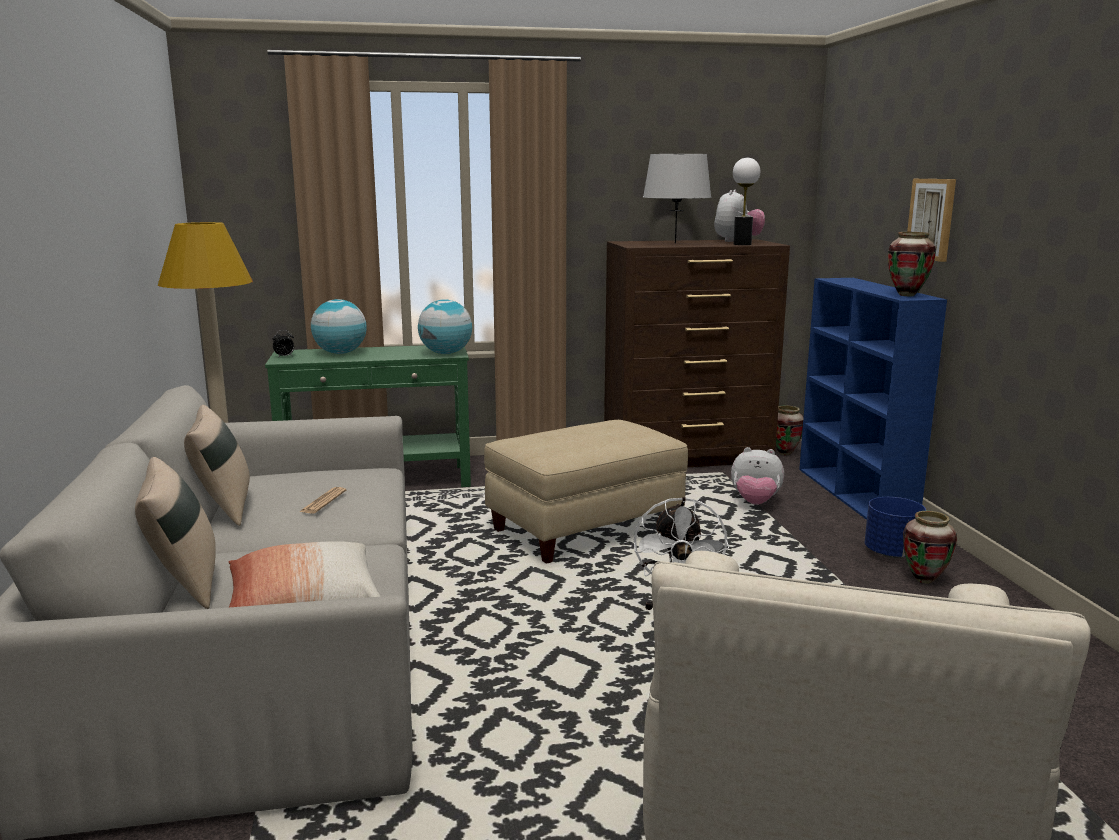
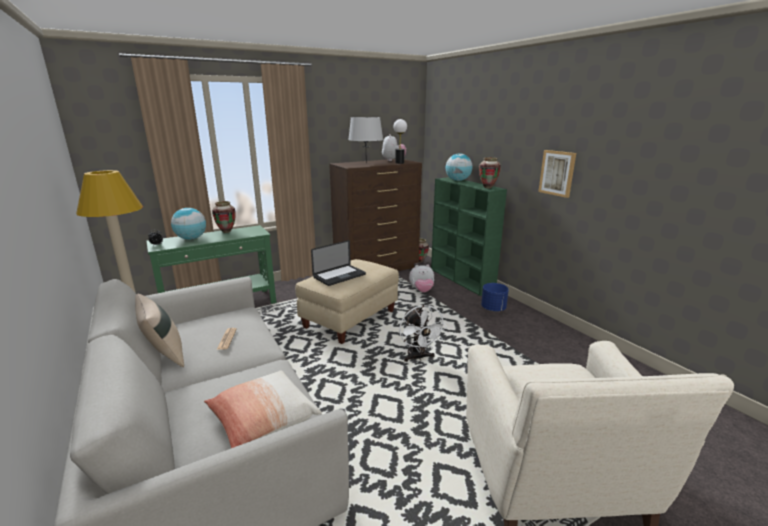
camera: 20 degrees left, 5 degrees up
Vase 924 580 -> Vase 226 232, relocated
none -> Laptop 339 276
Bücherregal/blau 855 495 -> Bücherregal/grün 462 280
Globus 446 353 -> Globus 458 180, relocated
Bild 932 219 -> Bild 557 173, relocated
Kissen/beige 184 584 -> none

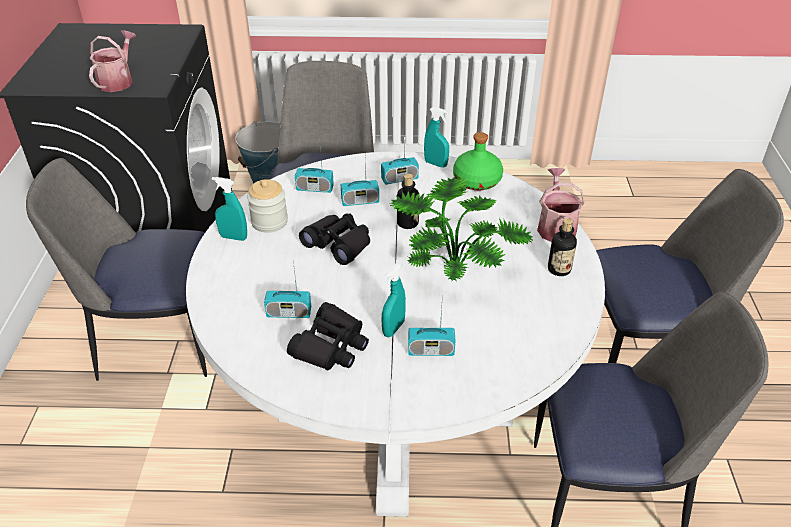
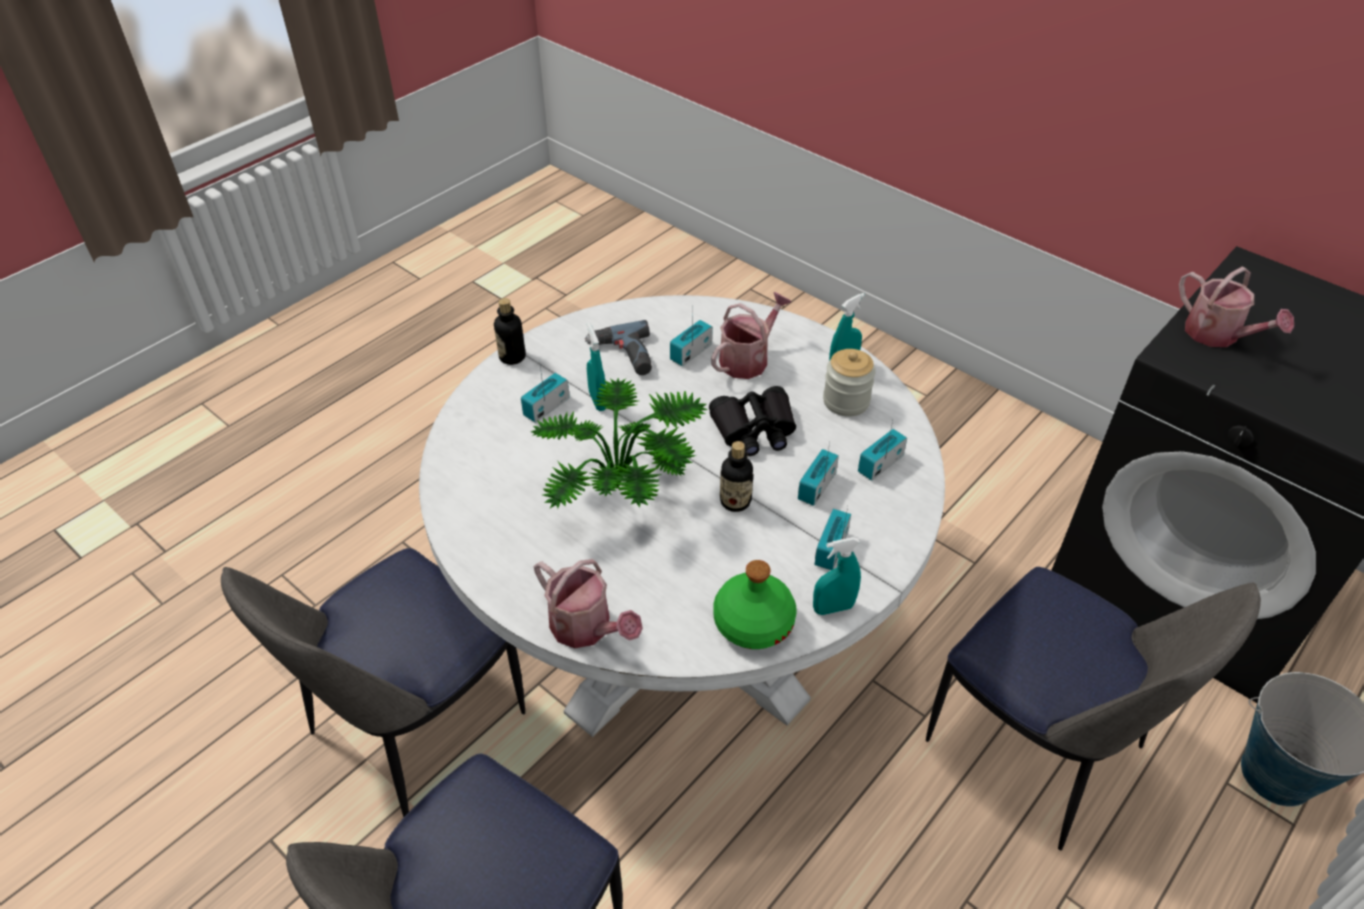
camera: 130 degrees right, 5 degrees up
Flasche 559 269 -> Flasche 512 357, relocated
Fernglas/schwarz 331 346 -> Bohrmaschine 623 356
none -> Gießkanne 748 359
Stuhl 156 341 -> none

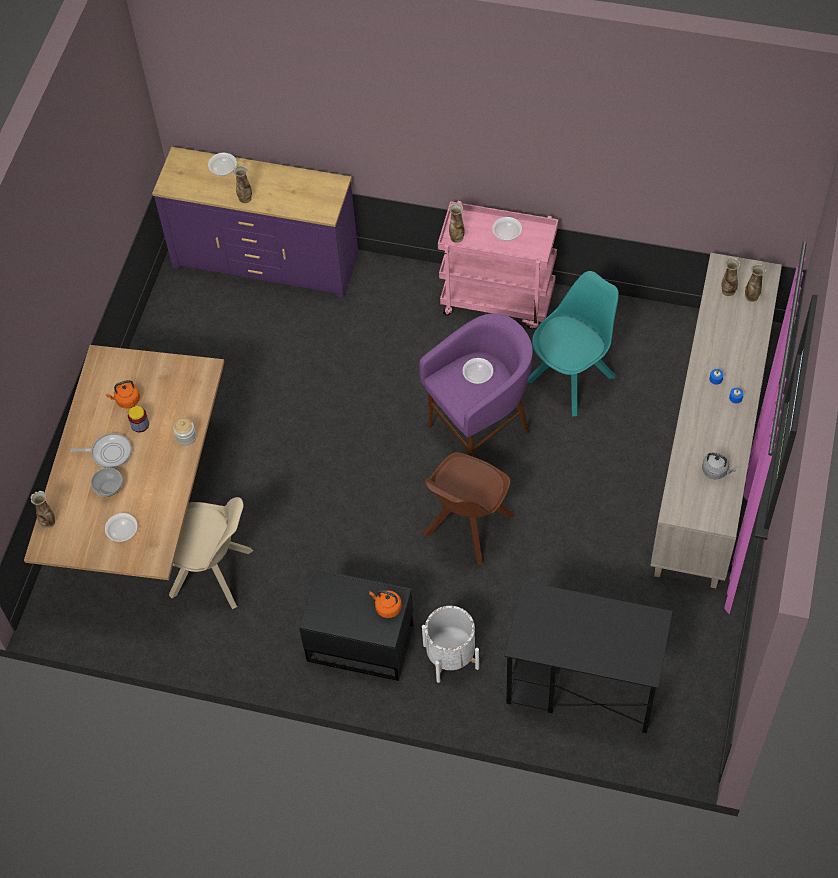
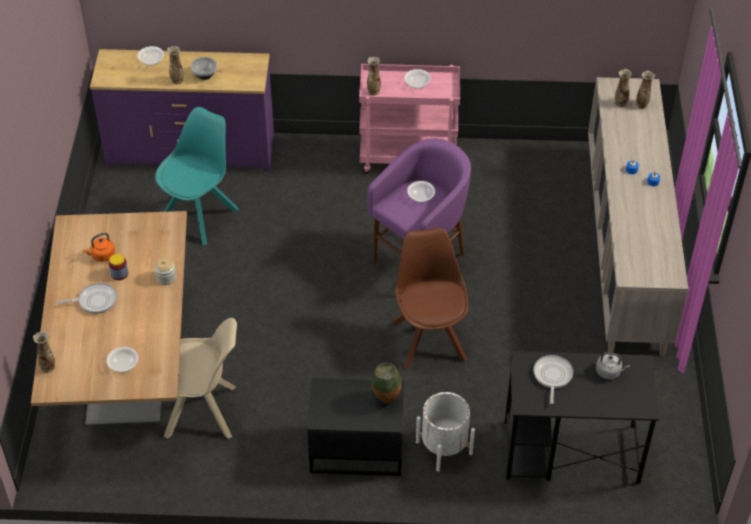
camera: 15 degrees left, 10 degrees down
Stuhl/türkis 572 377 -> Stuhl/türkis 200 215, relocated
Schüssel 108 489 -> Schüssel 204 75, relocated
Wasserkessel/orange 387 607 -> Vase 386 399
Stuhl/braun 466 527 -> Stuhl/braun 429 338, 150 degrees clockwise
none -> Pfanne 552 376
Wasserkessel/grau 716 471 -> Wasserkessel/grau 609 372, relocated

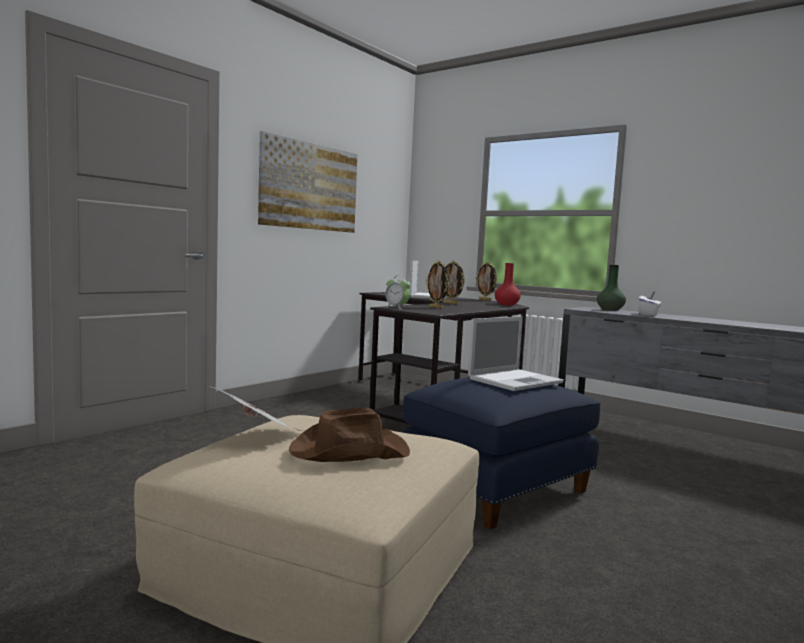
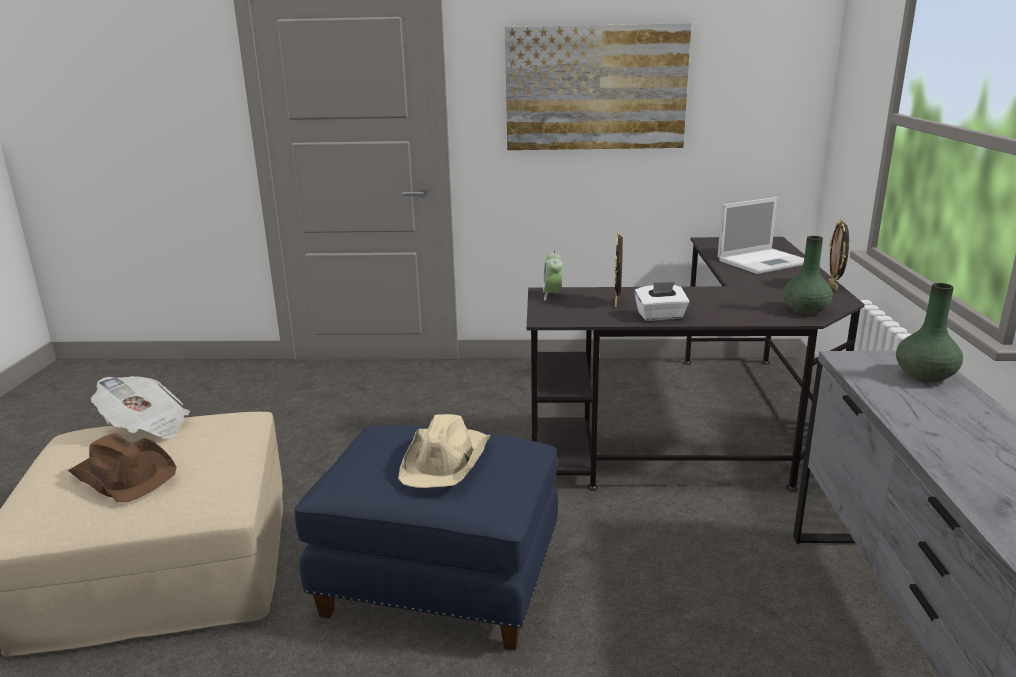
camera: 55 degrees right, 15 degrees up
Laptop 516 380 -> Hut/beige 446 459
Taschentuchbox/weiß 649 314 -> Taschentuchbox/weiß 660 316, relocated
Vase/rot 506 304 -> Vase/grün 805 310
Bilderrahmen 451 303 -> none

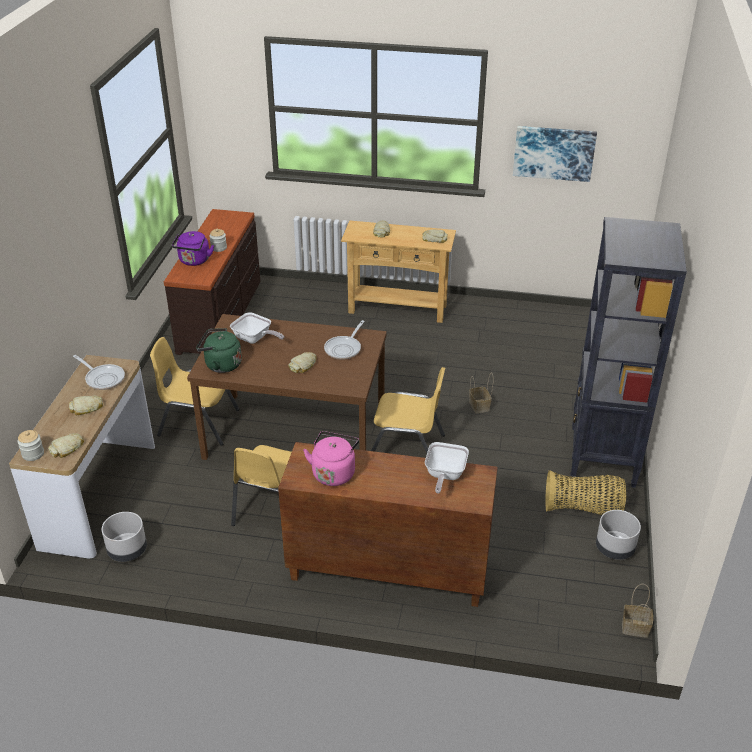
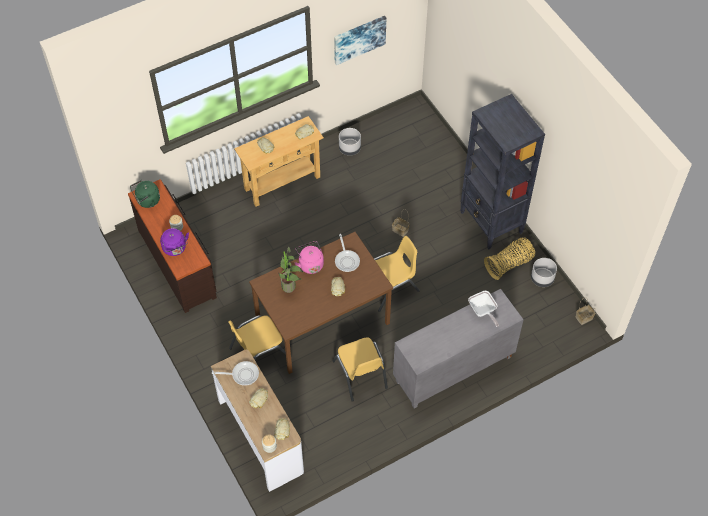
camera: 40 degrees left, 20 degrees up
Wasserkessel/grün 221 365 -> Wasserkessel/grün 147 201, relocated
Pfanne 255 339 -> Topfpflanze 290 287
Wasserkessel/rosa 334 472 -> Wasserkessel/rosa 310 264, relocated
Pflanzkübel/grau 128 551 -> Pflanzkübel/grau 350 148, relocated
Schrank/braun 386 572 -> Schrank/grau 453 370

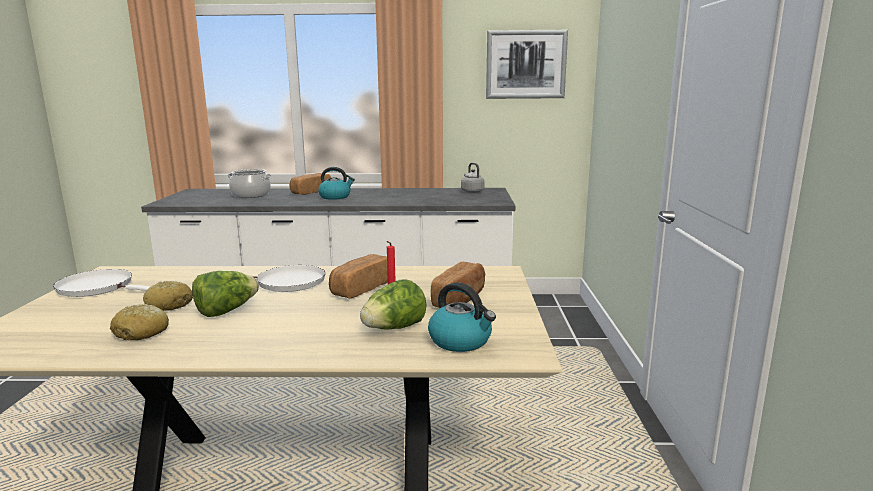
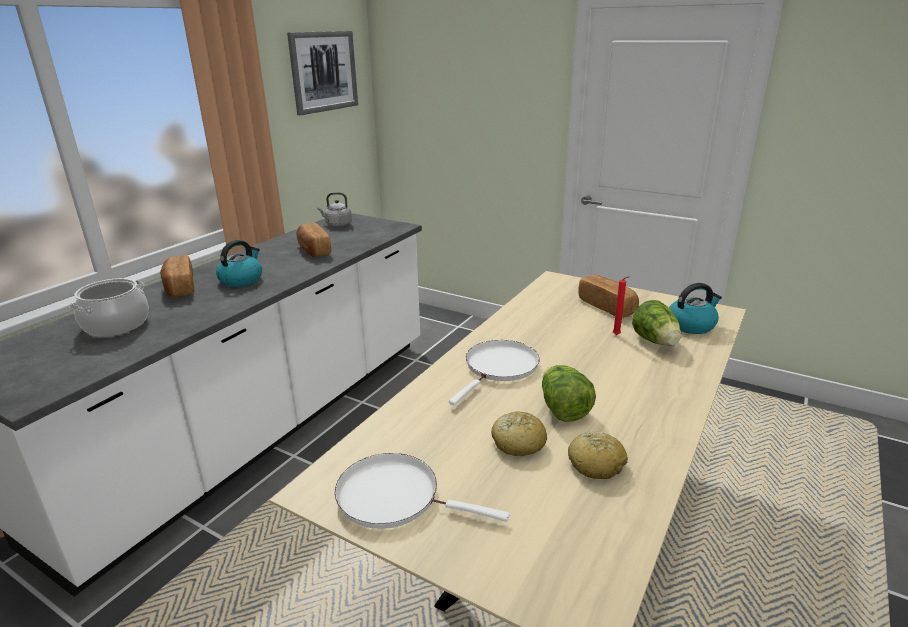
camera: 60 degrees left, 10 degrees up
Brot 360 288 -> Brot 313 250, relocated
Pfanne/weiß 99 288 -> Pfanne/weiß 395 496, 60 degrees clockwise

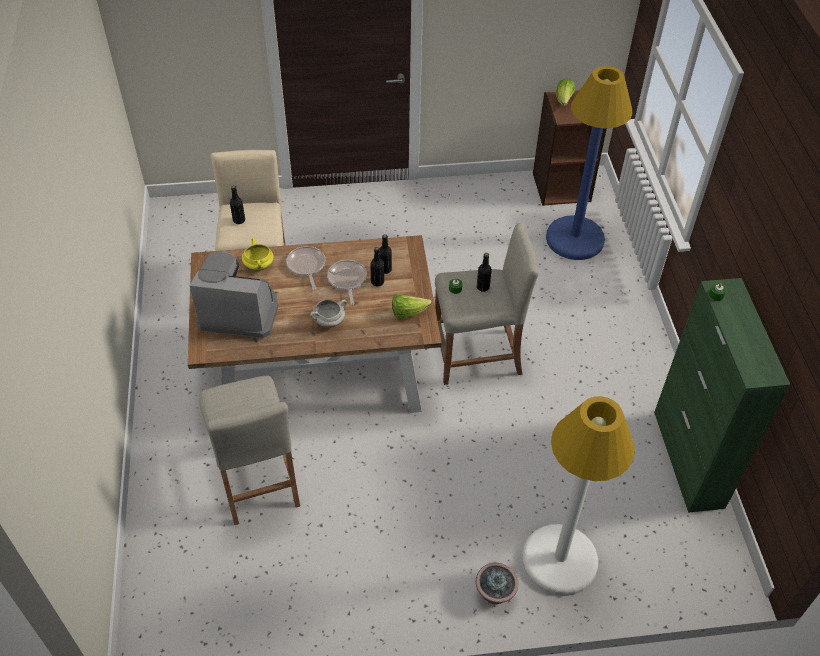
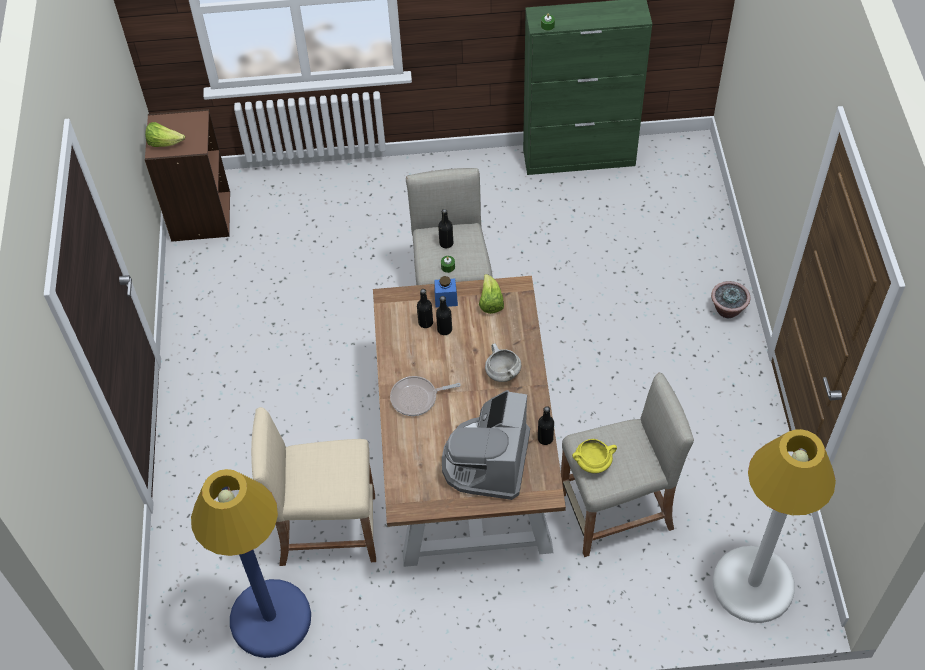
camera: 85 degrees left, 5 degrees up
Stehlampe/blau 575 238 -> Stehlampe/blau 270 618, relocated
none -> Vorratsglas/blau 446 299
Flasche/schwarz 239 220 -> Flasche/schwarz 545 438, relocated
Kochtopf/gelb 259 266 -> Kochtopf/gelb 593 462, relocated
Stehlampe/weiß 559 560 -> Stehlampe/weiß 753 585, relocated
Pfanne 347 280 -> none

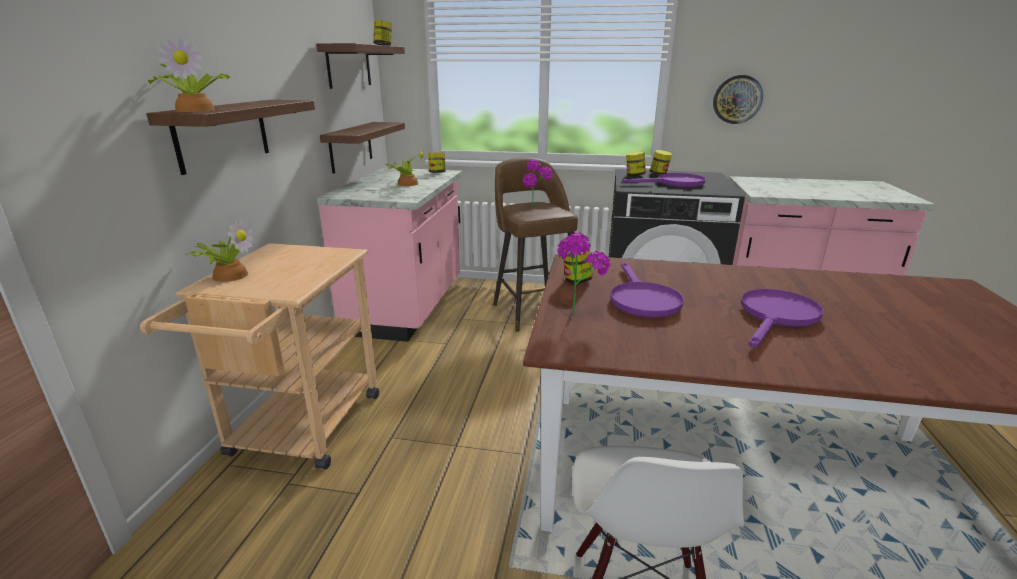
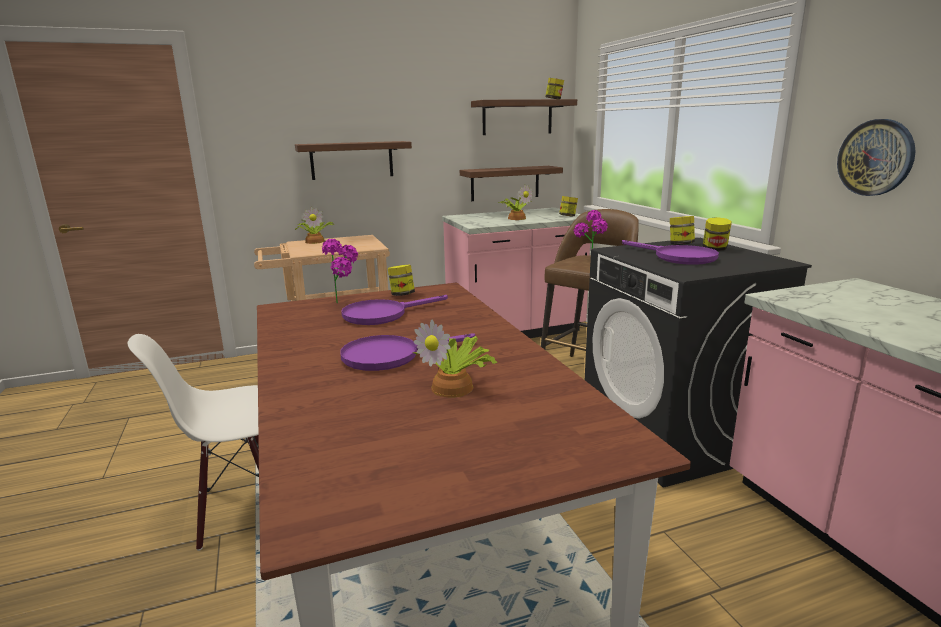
camera: 60 degrees right, 5 degrees down
Pfanne/lila 777 317 -> Pfanne/lila 391 355, 150 degrees clockwise
Topfpflanze 197 110 -> Topfpflanze 455 387, relocated

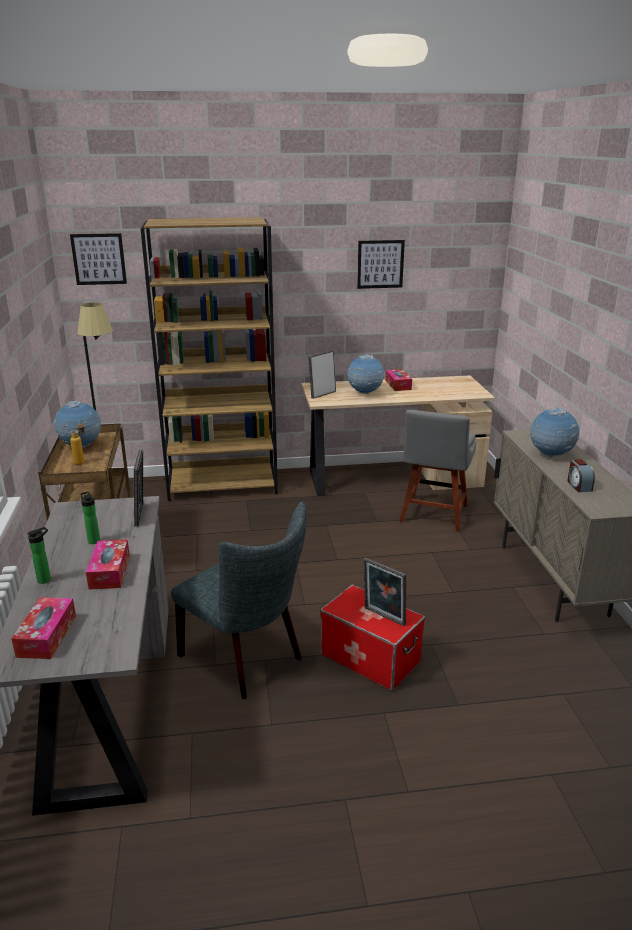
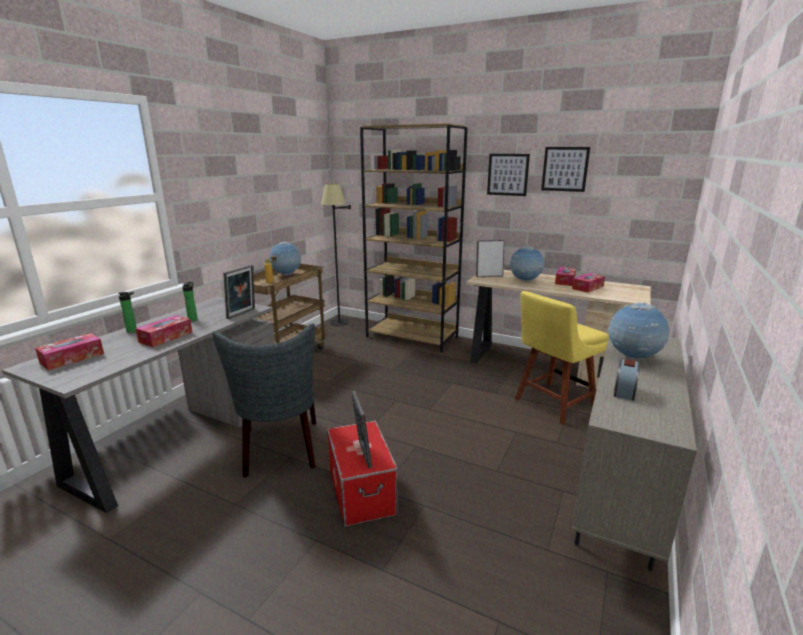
camera: 35 degrees right, 5 degrees down
Bild 99 259 -> Bild 508 174, relocated
Stuhl/grau 433 515 -> Stuhl/gelb 552 404
none -> Taschentuchbox 587 287

